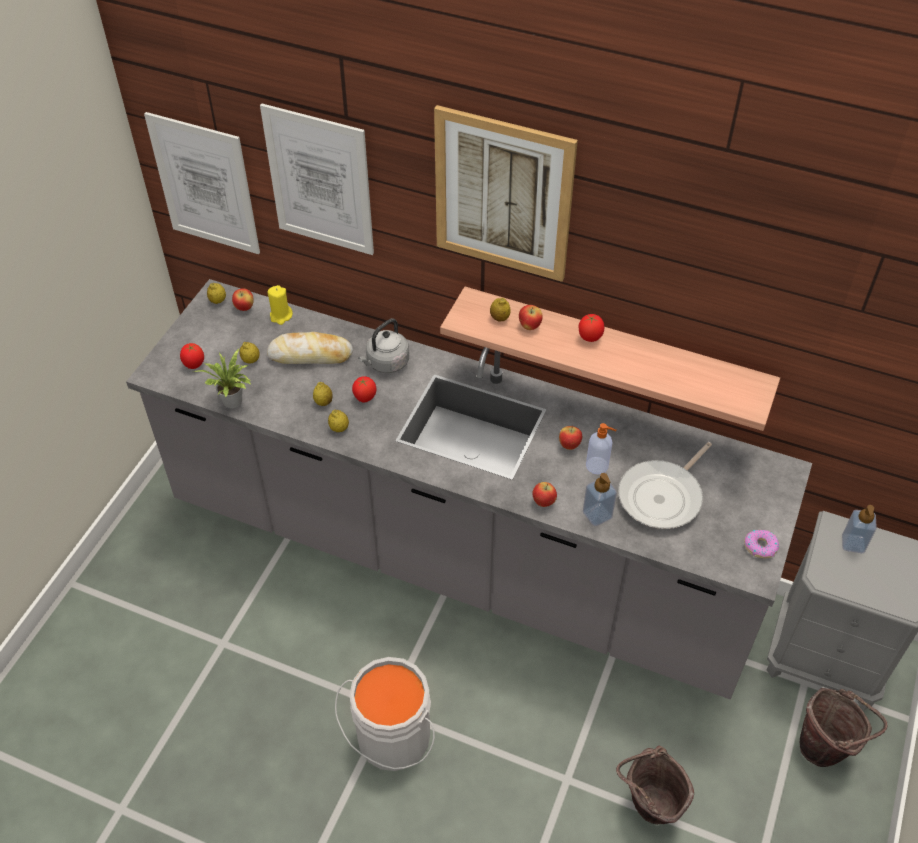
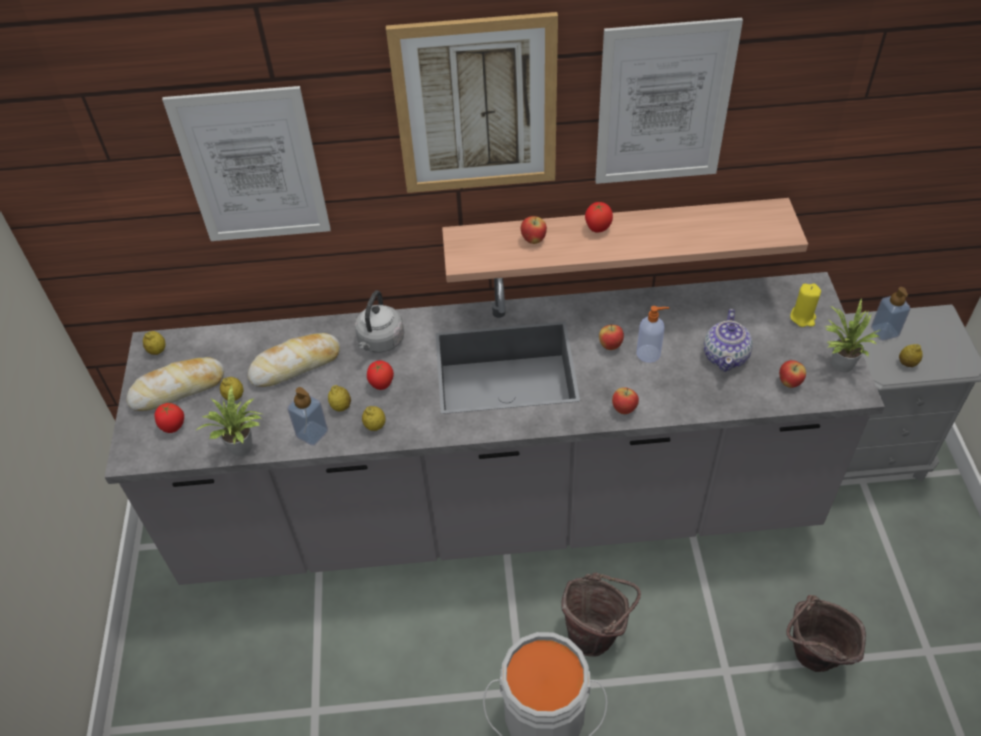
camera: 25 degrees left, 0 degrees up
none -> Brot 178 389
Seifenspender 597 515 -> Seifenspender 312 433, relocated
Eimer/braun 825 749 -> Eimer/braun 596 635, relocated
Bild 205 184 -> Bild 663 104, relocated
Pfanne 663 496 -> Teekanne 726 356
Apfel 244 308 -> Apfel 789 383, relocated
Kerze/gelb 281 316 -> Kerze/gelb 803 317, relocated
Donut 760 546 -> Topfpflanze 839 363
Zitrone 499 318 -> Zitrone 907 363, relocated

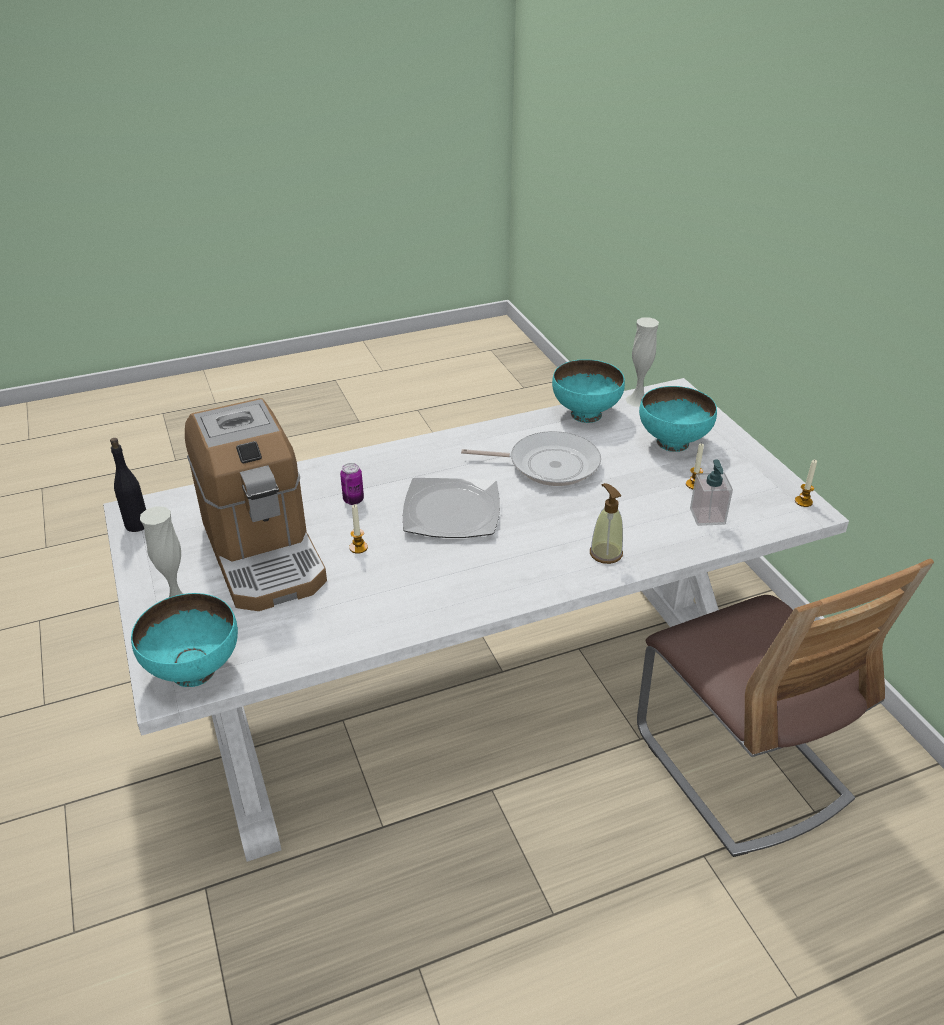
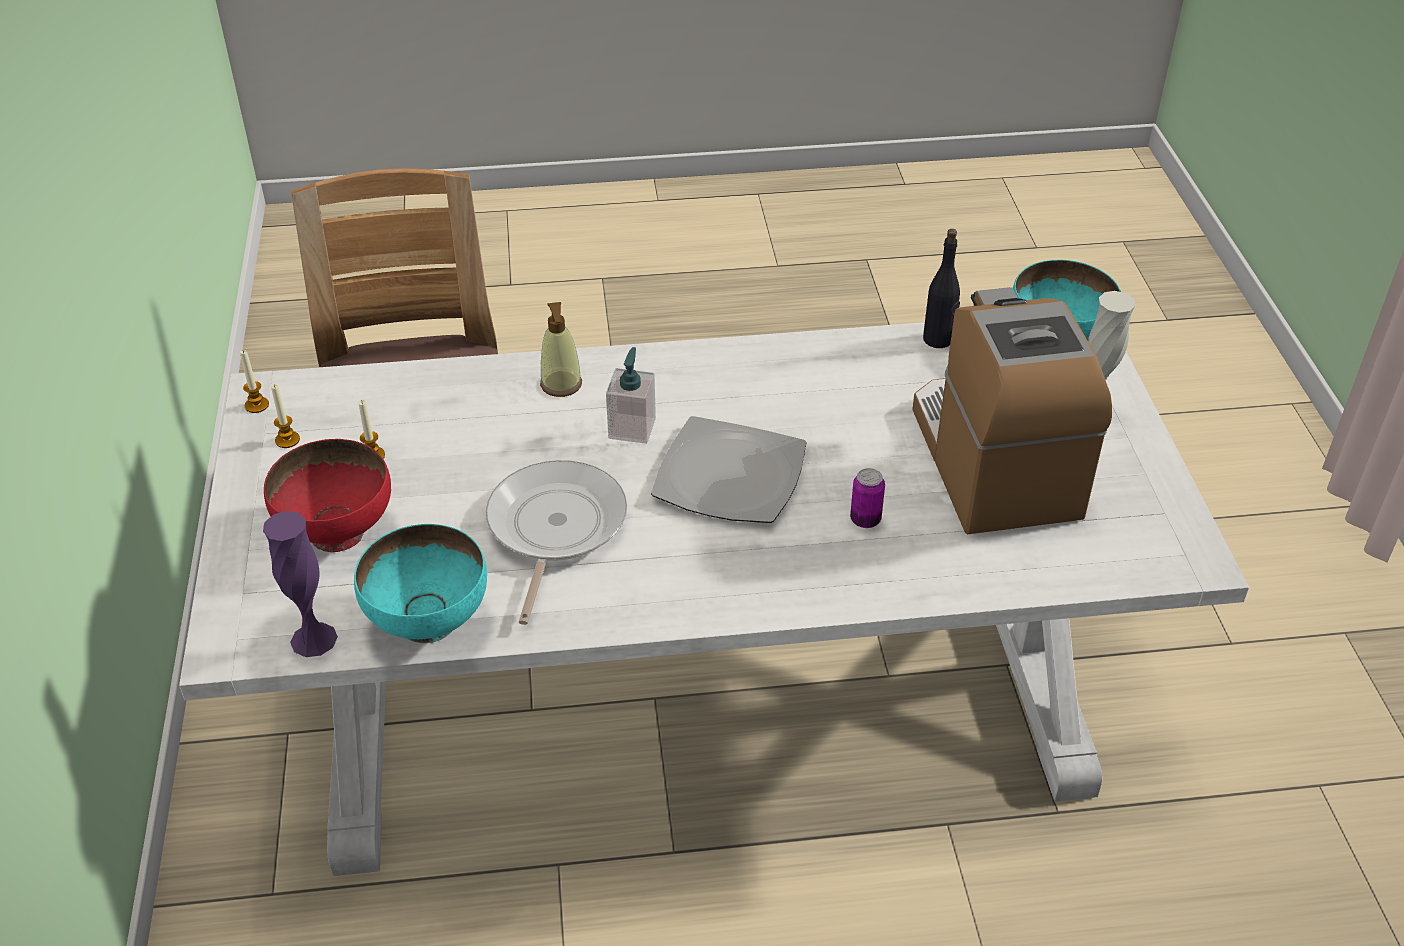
camera: 165 degrees left, 5 degrees up
Vase/weiß 638 400 -> Vase/lila 314 639
Schüssel/türkis 672 443 -> Schüssel/rot 339 532
Kerze 358 547 -> Kerze 287 440, relocated
Pfanne 548 465 -> Pfanne 554 528, 75 degrees clockwise
Seifenspender 707 516 -> Seifenspender 632 428, relocated
Flasche/schwarz 137 524 -> Flasche/schwarz 938 339, relocated

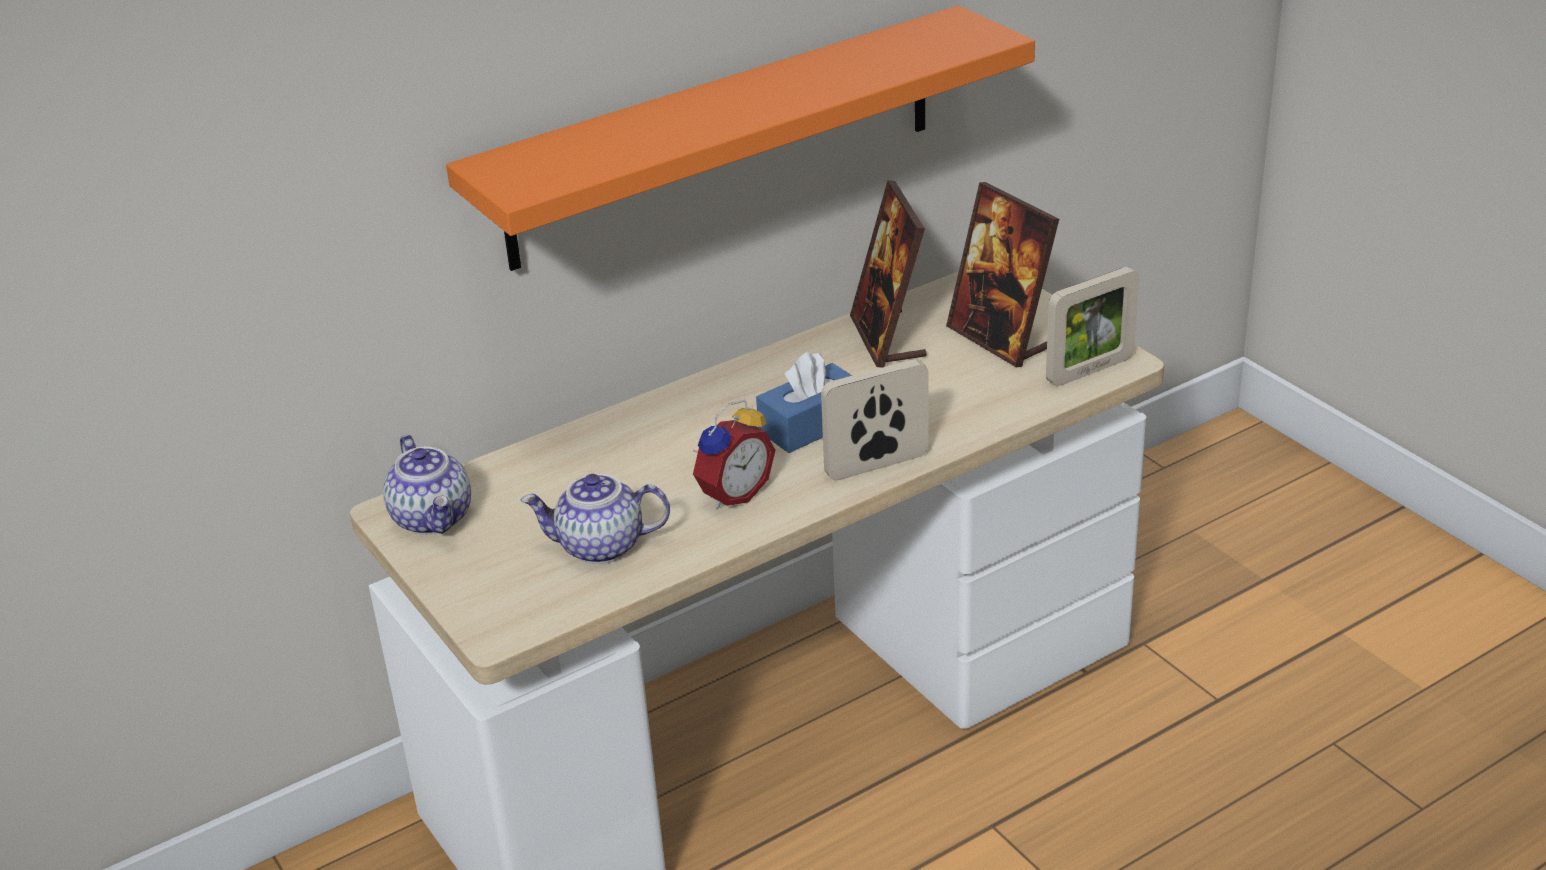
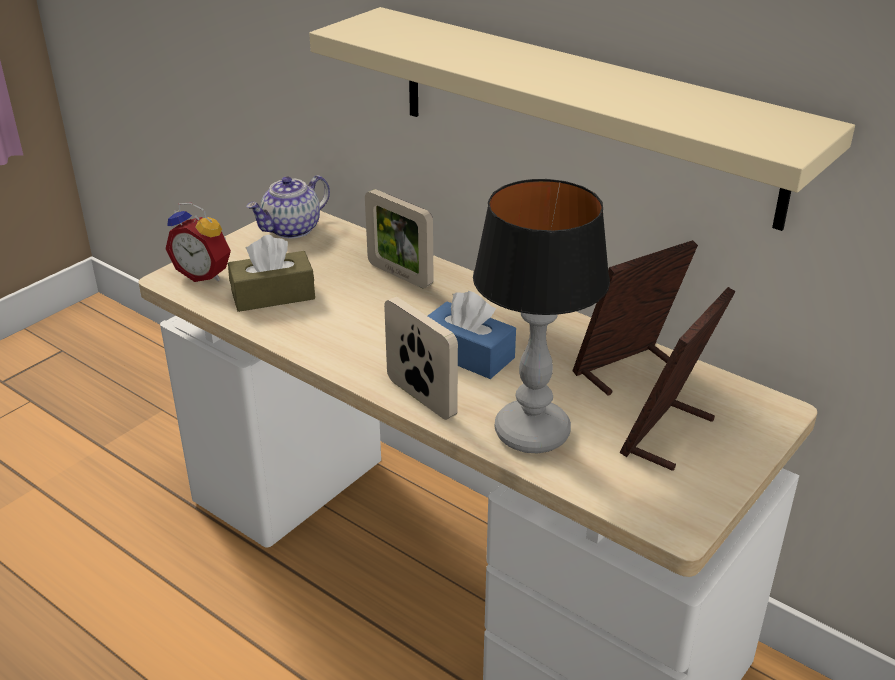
camera: 70 degrees right, 0 degrees up
Wecker 732 493 -> Wecker 205 274, relocated
Teekanne 600 548 -> Taschentuchbox/braun 273 295
Wandregal/orange 723 137 -> Wandregal/beige 582 113
Bilderrahmen 1089 370 -> Bilderrahmen 400 275, relocated
none -> Tischlampe 534 433

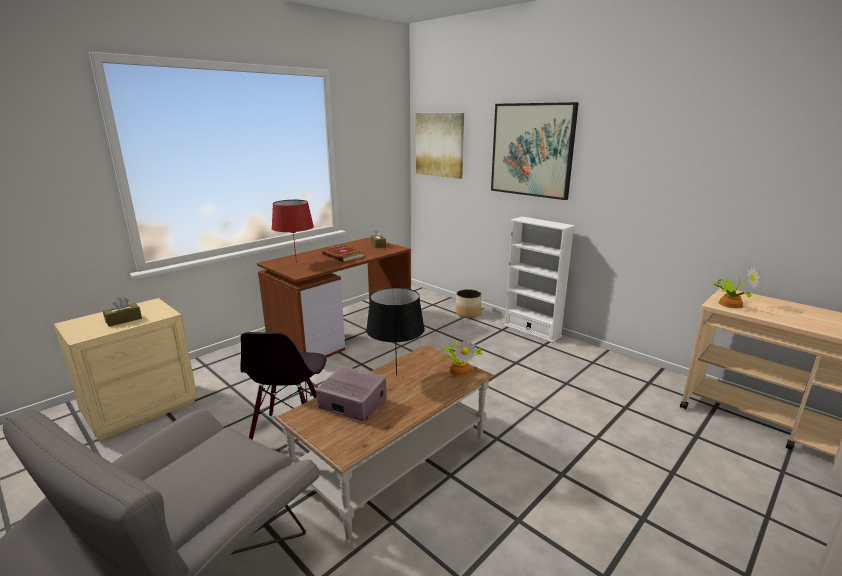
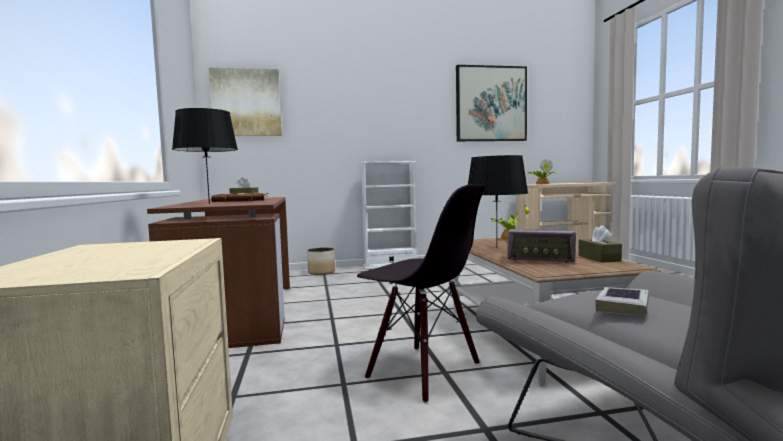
camera: 55 degrees left, 15 degrees down
Tischlampe/rot 296 263 -> Tischlampe/schwarz 209 204
Bild 532 150 -> Bild 491 104, relocated
Radio 352 404 -> Radio 540 259, 135 degrees counterclockwise
Taschentuchbox/braun 123 320 -> Taschentuchbox/braun 599 258, relocated
none -> Buch 623 306

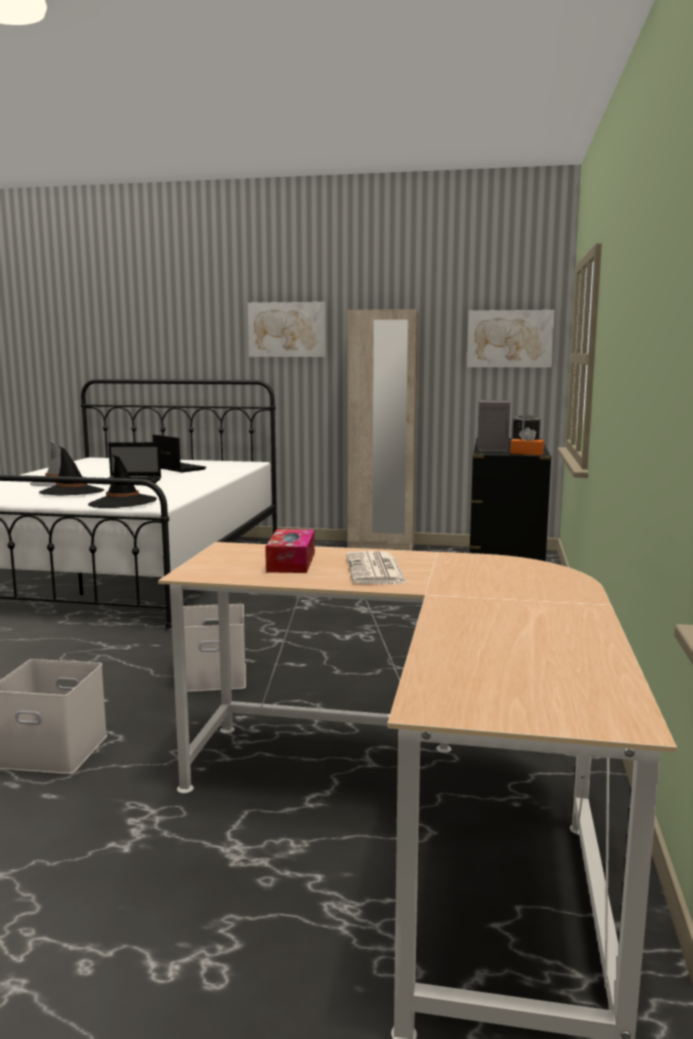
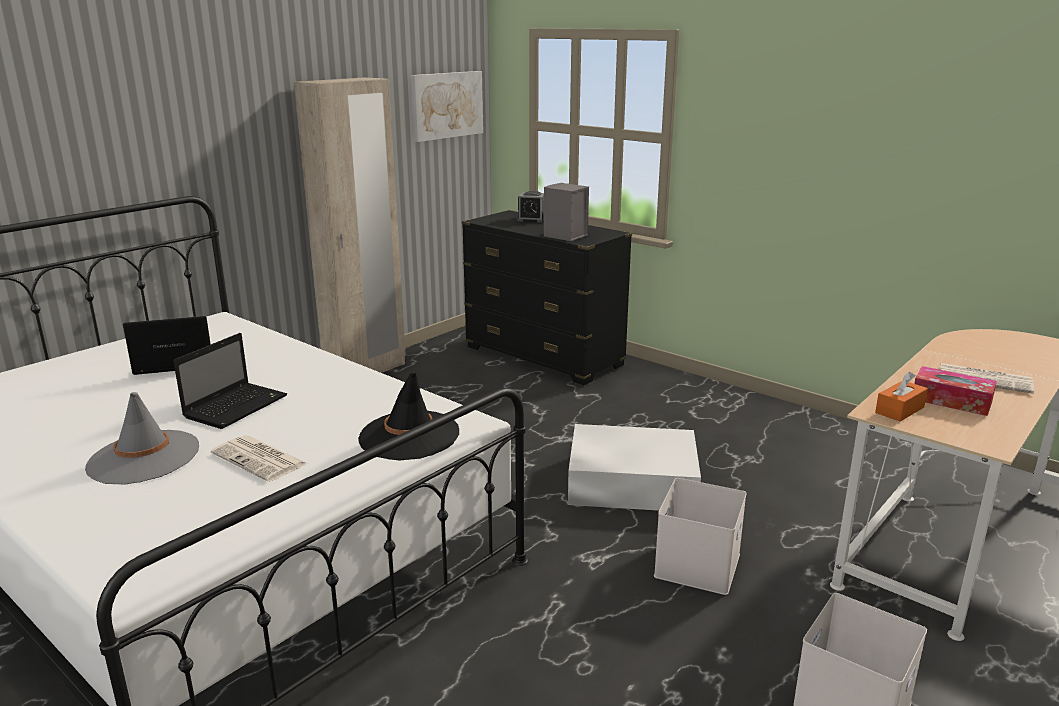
camera: 60 degrees left, 10 degrees up
Hut/schwarz 72 492 -> Zeitung 261 459
none -> Aufbewahrungsbox/weiß 630 482
Taschentuchbox/orange 526 453 -> Taschentuchbox/orange 899 410, relocated
Bild 287 329 -> none

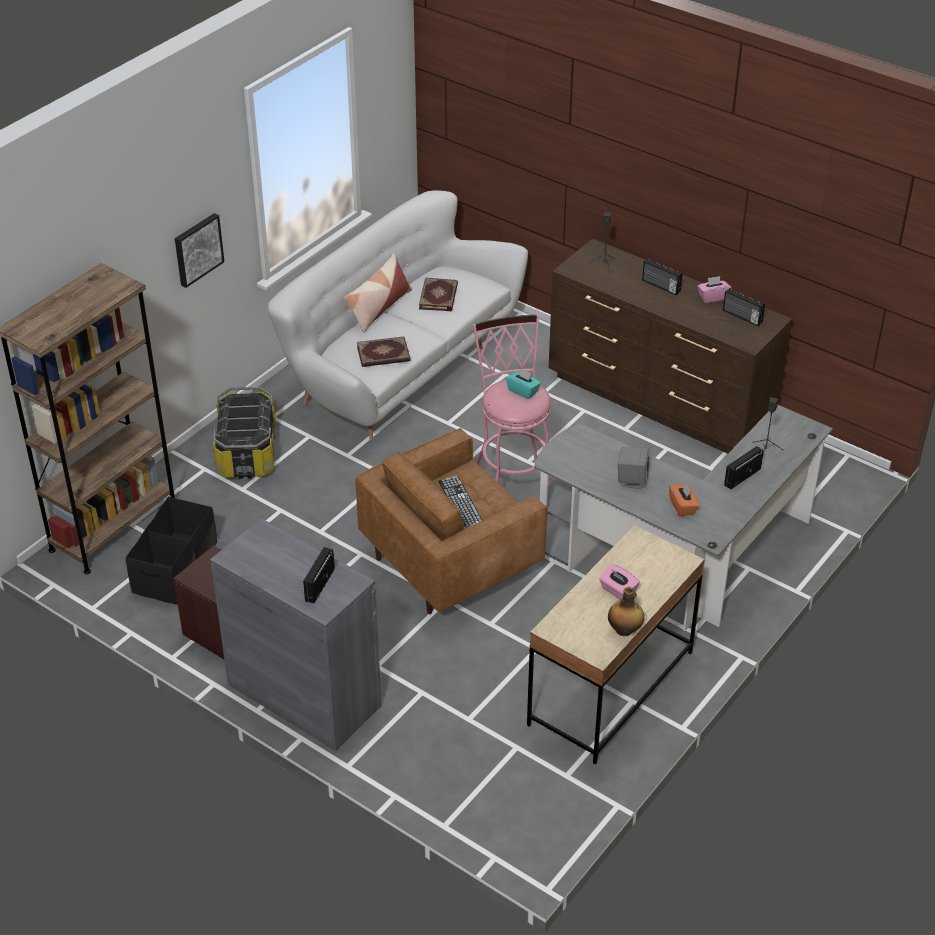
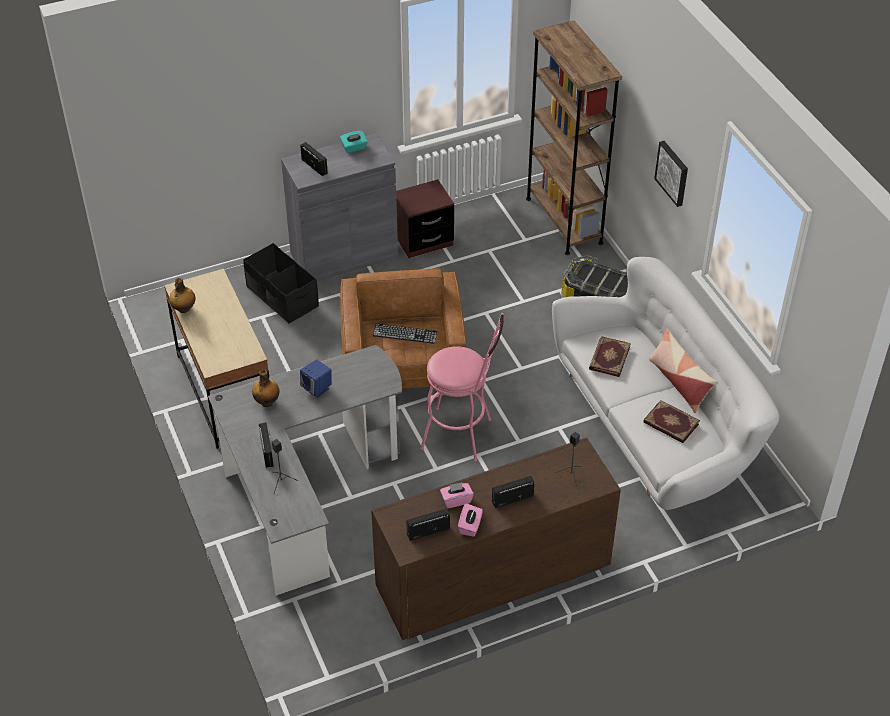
camera: 120 degrees right, 5 degrees up
Aufbewahrungsbox/schwarz 176 568 -> Aufbewahrungsbox/schwarz 282 297, relocated
Taschentuchbox/orange 682 507 -> Flasche 267 402
Lautsprecher/grau 632 480 -> Lautsprecher/blau 317 388
Taschentuchbox/türkis 523 391 -> Taschentuchbox/türkis 354 148, relocated
Taschentuchbox/rosa 618 591 -> Taschentuchbox/rosa 456 500, relocated

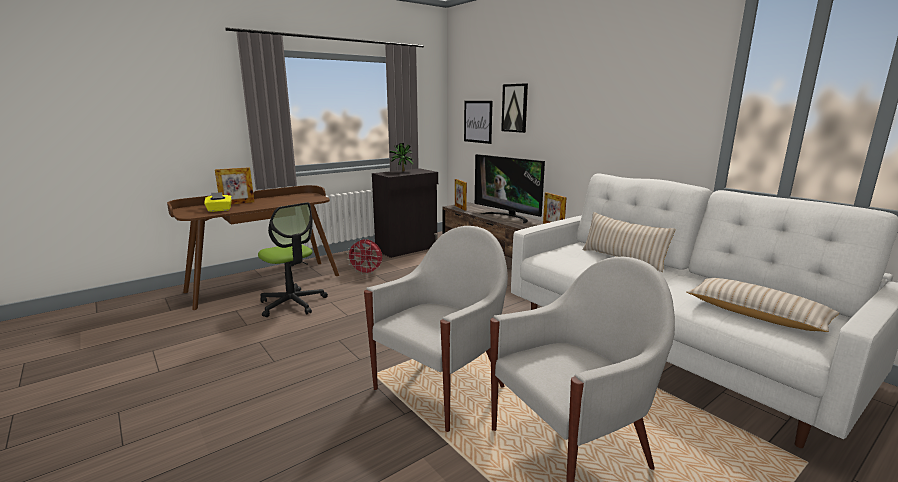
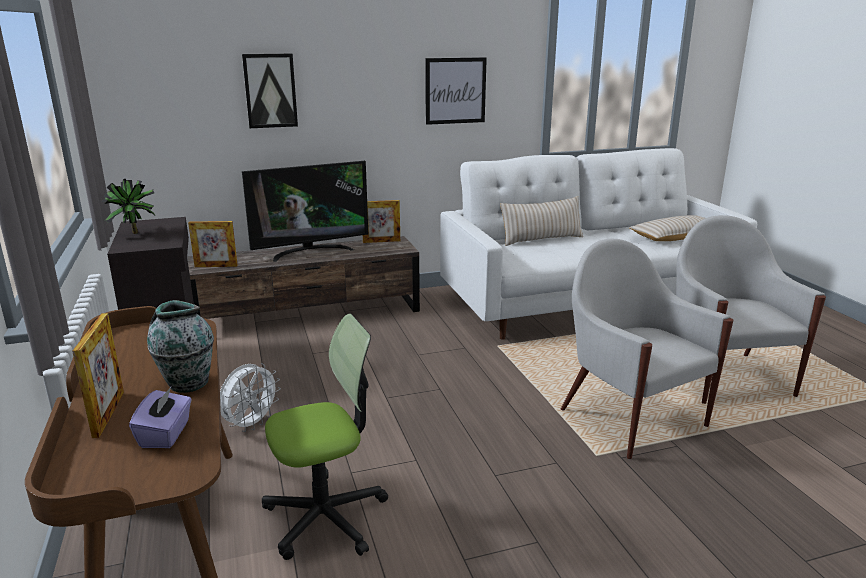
camera: 70 degrees left, 5 degrees up
Taschentuchbox/gelb 219 210 -> Taschentuchbox/lila 166 434
none -> Vase 187 383
Ventilator/rot 366 273 -> Ventilator/weiß 251 424
Bild 478 121 -> Bild 455 91, relocated

